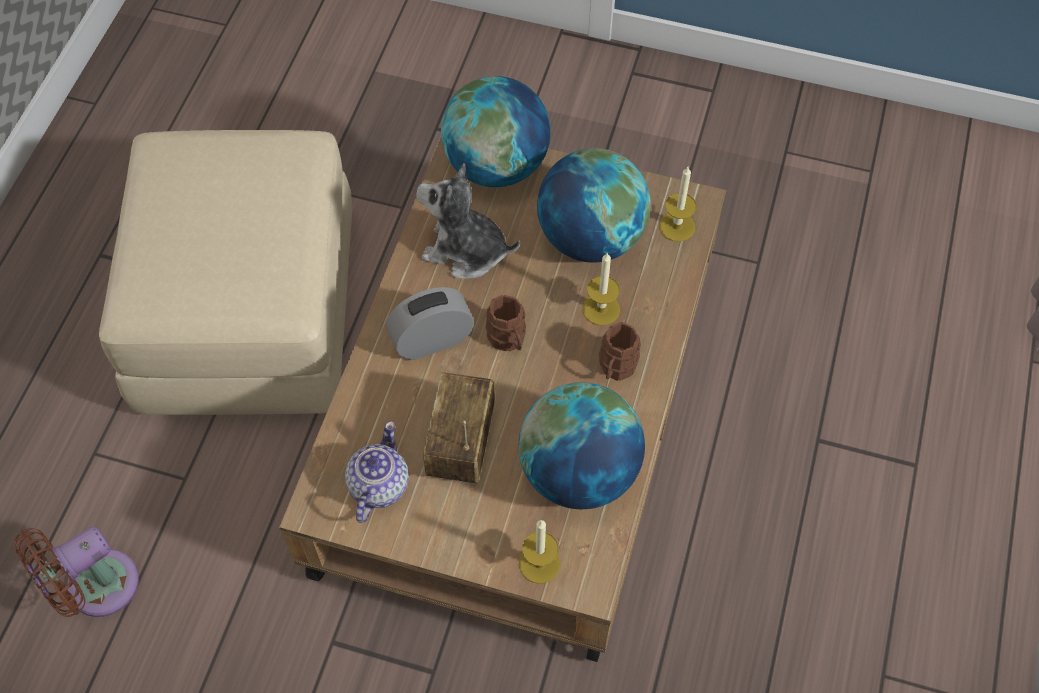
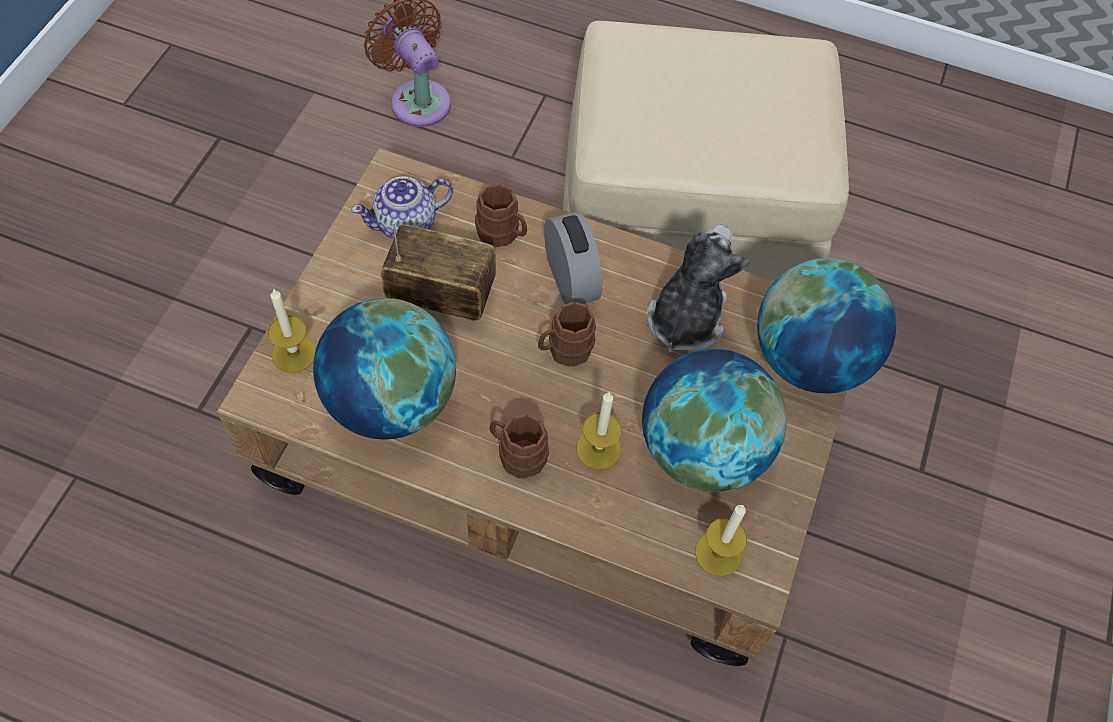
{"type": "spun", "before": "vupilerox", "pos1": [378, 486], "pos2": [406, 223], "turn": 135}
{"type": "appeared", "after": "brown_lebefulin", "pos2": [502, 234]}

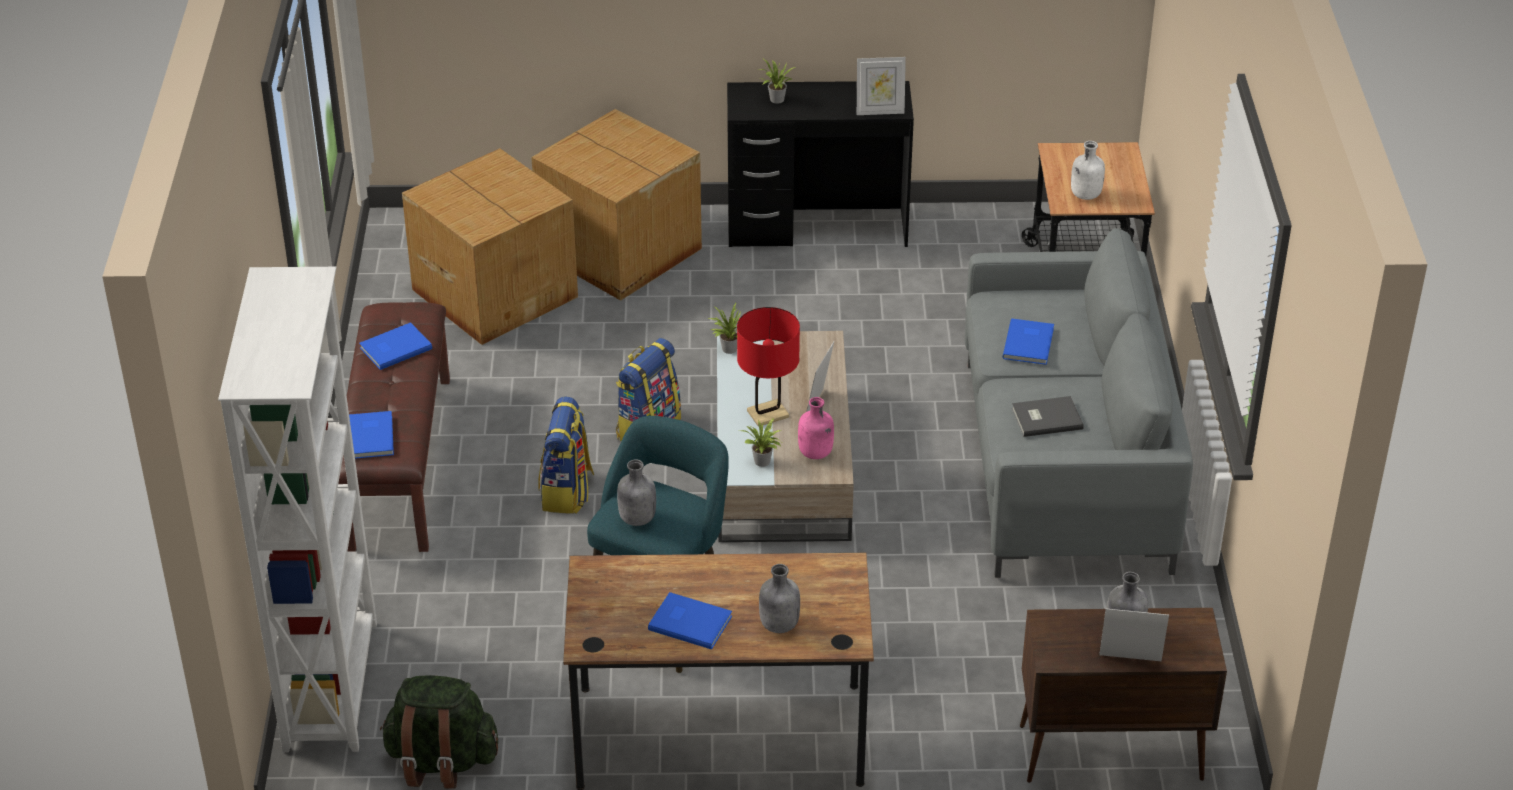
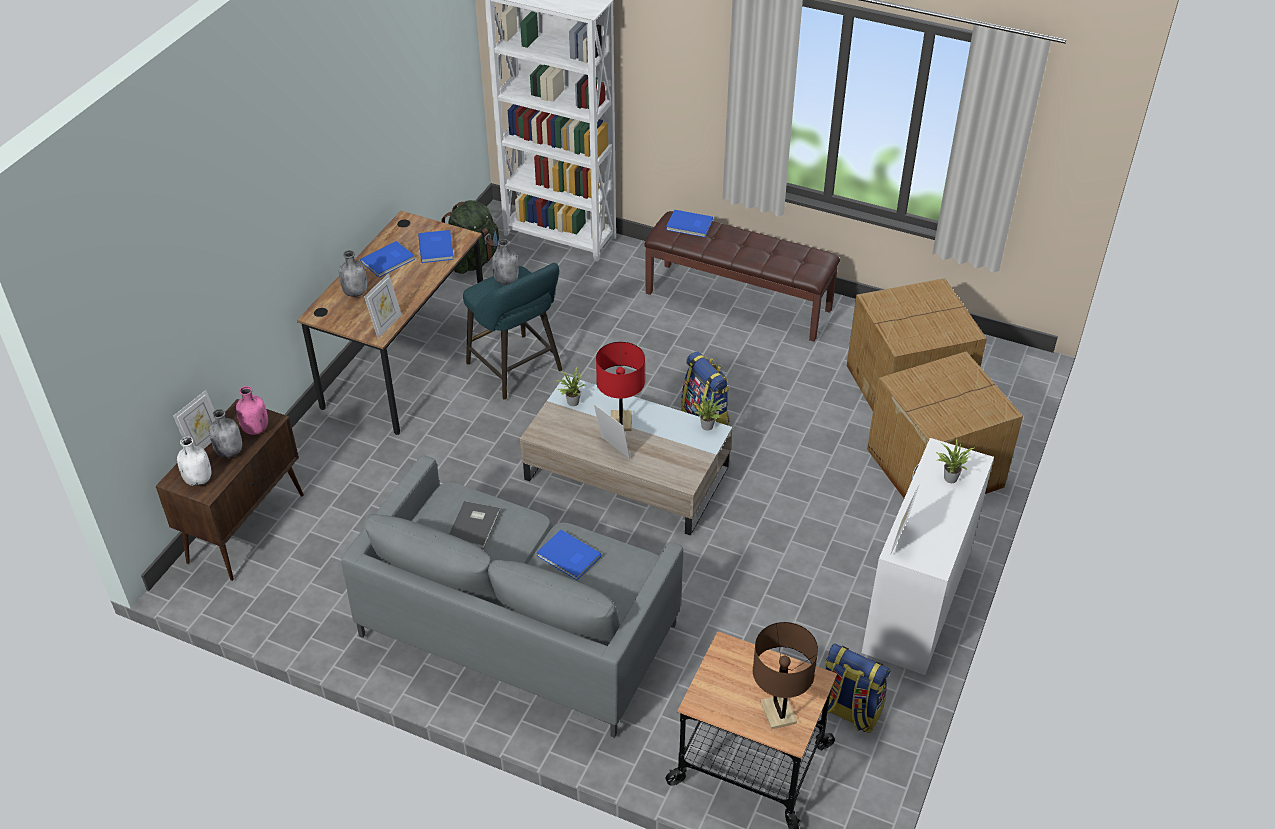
{"type": "relocated", "before": "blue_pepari", "pos1": [394, 348], "pos2": [437, 247]}
{"type": "relocated", "before": "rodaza", "pos1": [567, 492], "pos2": [848, 711]}
{"type": "colour", "before": "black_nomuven", "after": "white_nomuven", "pos1": [817, 227], "pos2": [918, 601]}
{"type": "relocated", "before": "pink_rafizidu", "pos1": [815, 453], "pos2": [255, 429]}
{"type": "relocated", "before": "white_rafizidu", "pos1": [1085, 195], "pos2": [199, 479]}
{"type": "appeared", "after": "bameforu", "pos2": [386, 325]}
{"type": "appeared", "after": "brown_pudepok", "pos2": [778, 712]}

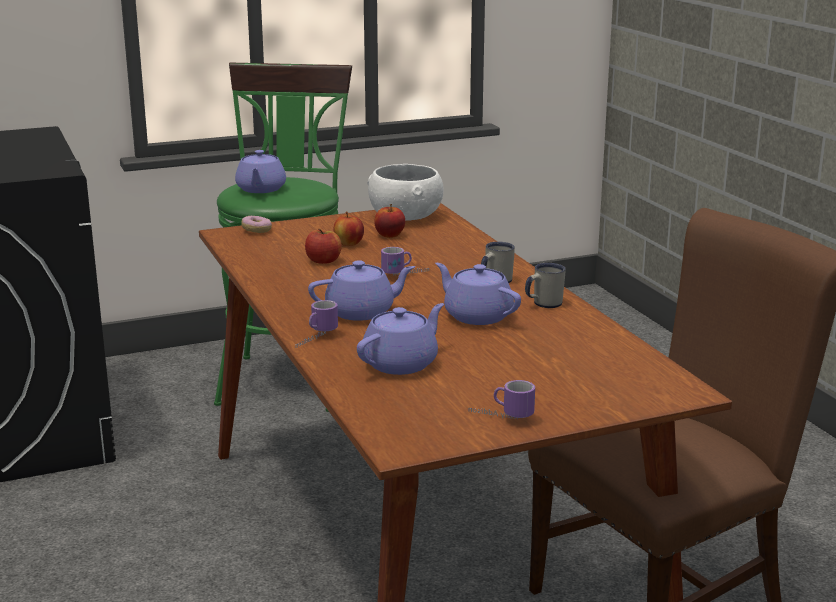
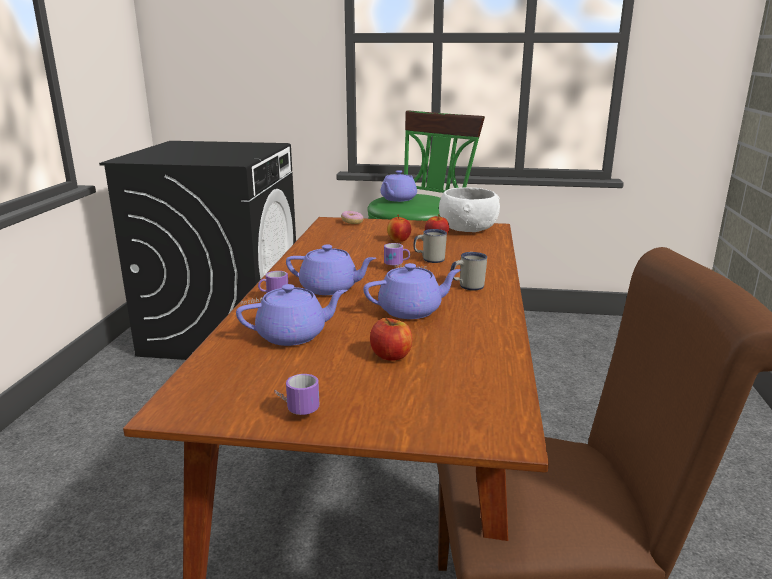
{"type": "relocated", "before": "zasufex", "pos1": [323, 261], "pos2": [391, 356]}
{"type": "spun", "before": "purple_vupilerox", "pos1": [476, 316], "pos2": [411, 310], "turn": 90}
{"type": "relocated", "before": "white_lebefulin", "pos1": [543, 304], "pos2": [429, 259]}

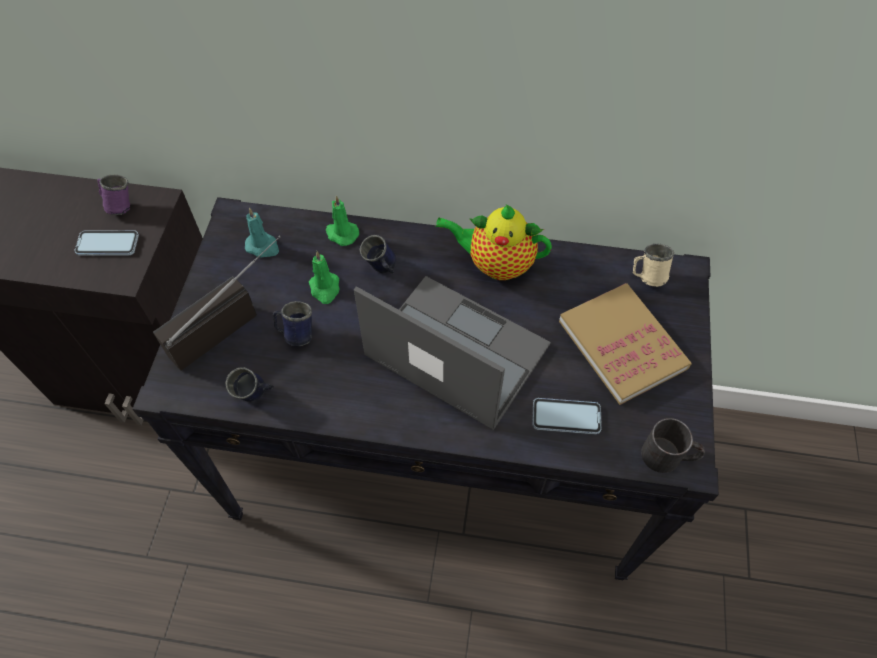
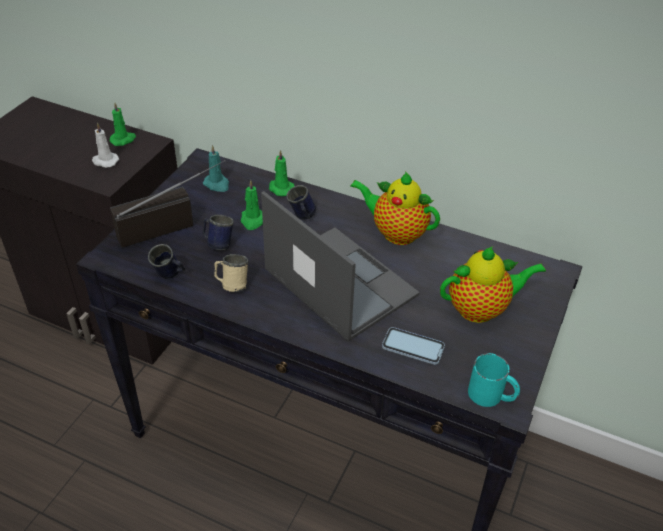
{"type": "exchanged", "before": "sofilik", "after": "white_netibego", "pos1": [107, 244], "pos2": [105, 161]}
{"type": "exchanged", "before": "purple_lebefulin", "after": "green_netibego", "pos1": [118, 205], "pos2": [123, 139]}
{"type": "exchanged", "before": "pepari", "after": "vupilerox", "pos1": [622, 345], "pos2": [481, 309]}
{"type": "relocated", "before": "beige_lebefulin", "pos1": [647, 277], "pos2": [232, 285]}
{"type": "colour", "before": "black_lebefulin", "after": "turquoise_lebefulin", "pos1": [669, 456], "pos2": [492, 396]}

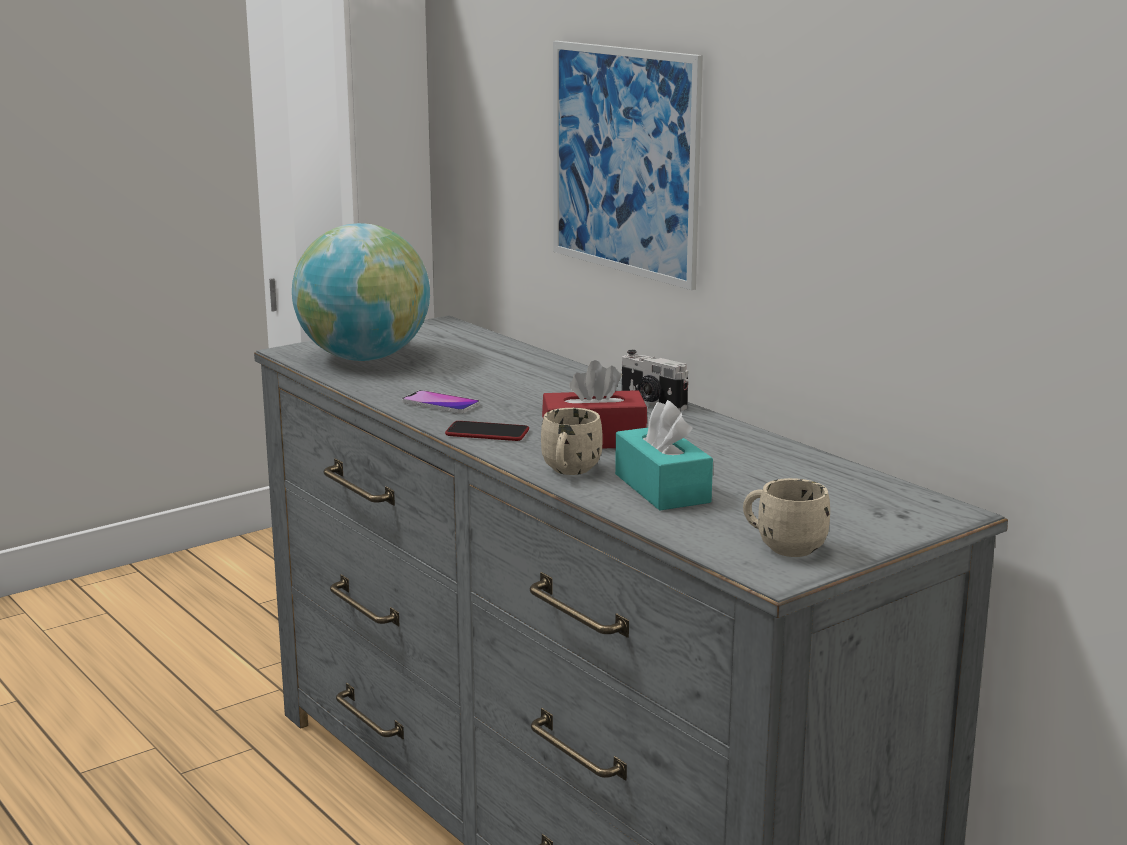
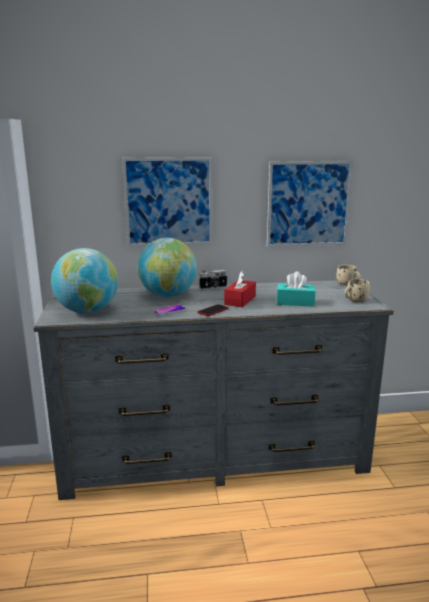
{"type": "relocated", "before": "beige_lebefulin", "pos1": [569, 471], "pos2": [348, 284]}
{"type": "appeared", "after": "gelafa", "pos2": [168, 295]}
{"type": "appeared", "after": "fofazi", "pos2": [308, 204]}

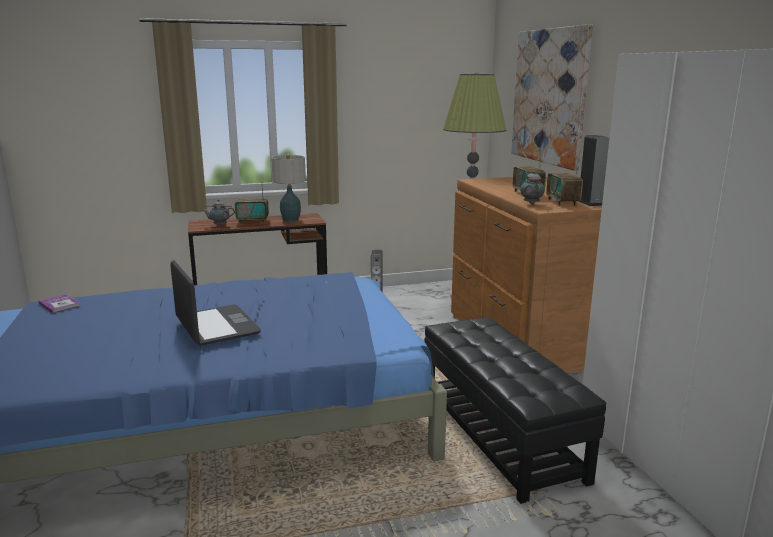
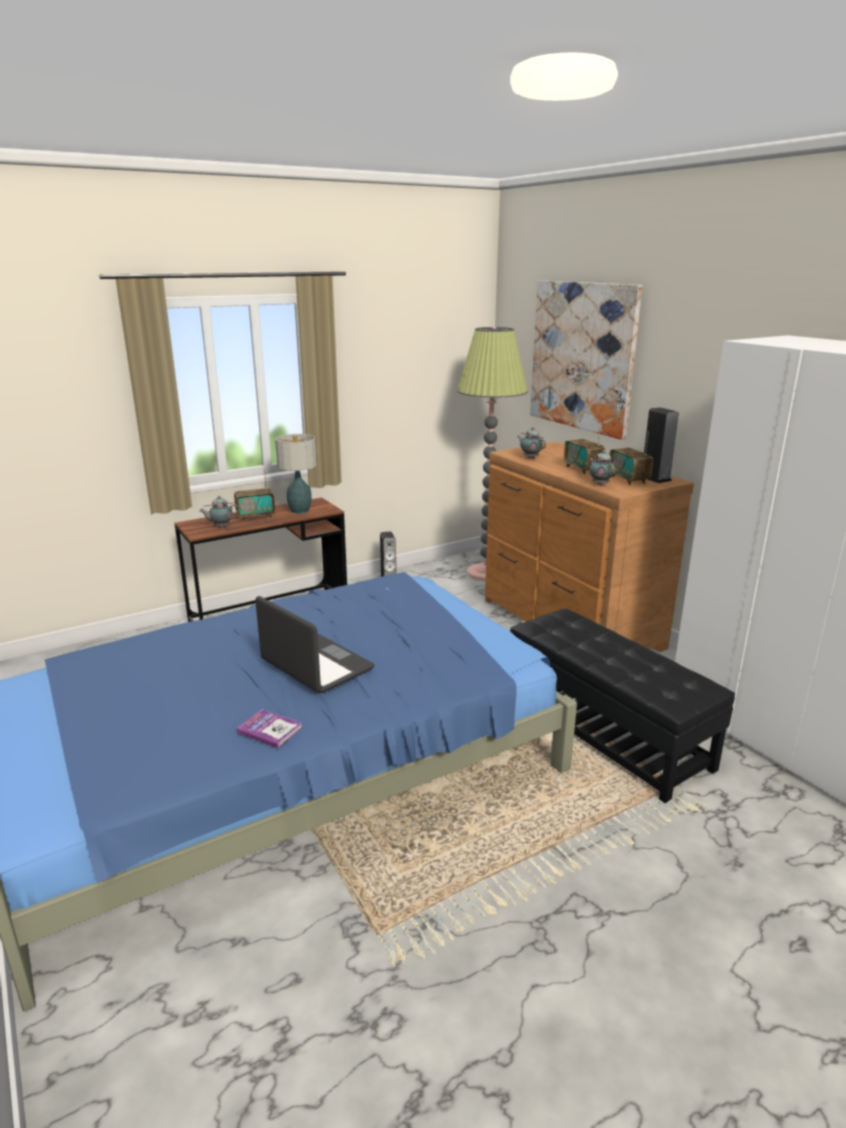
{"type": "relocated", "before": "pepari", "pos1": [59, 305], "pos2": [269, 730]}
{"type": "appeared", "after": "vupilerox", "pos2": [530, 457]}

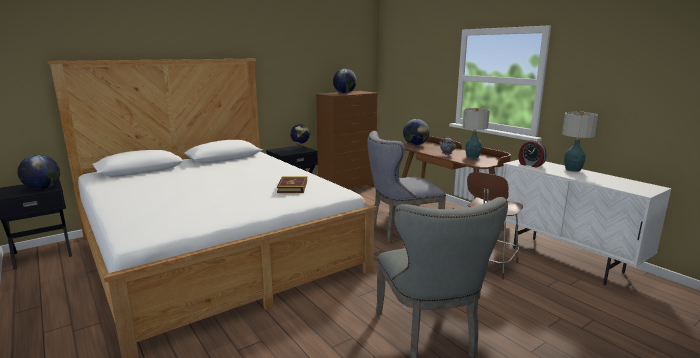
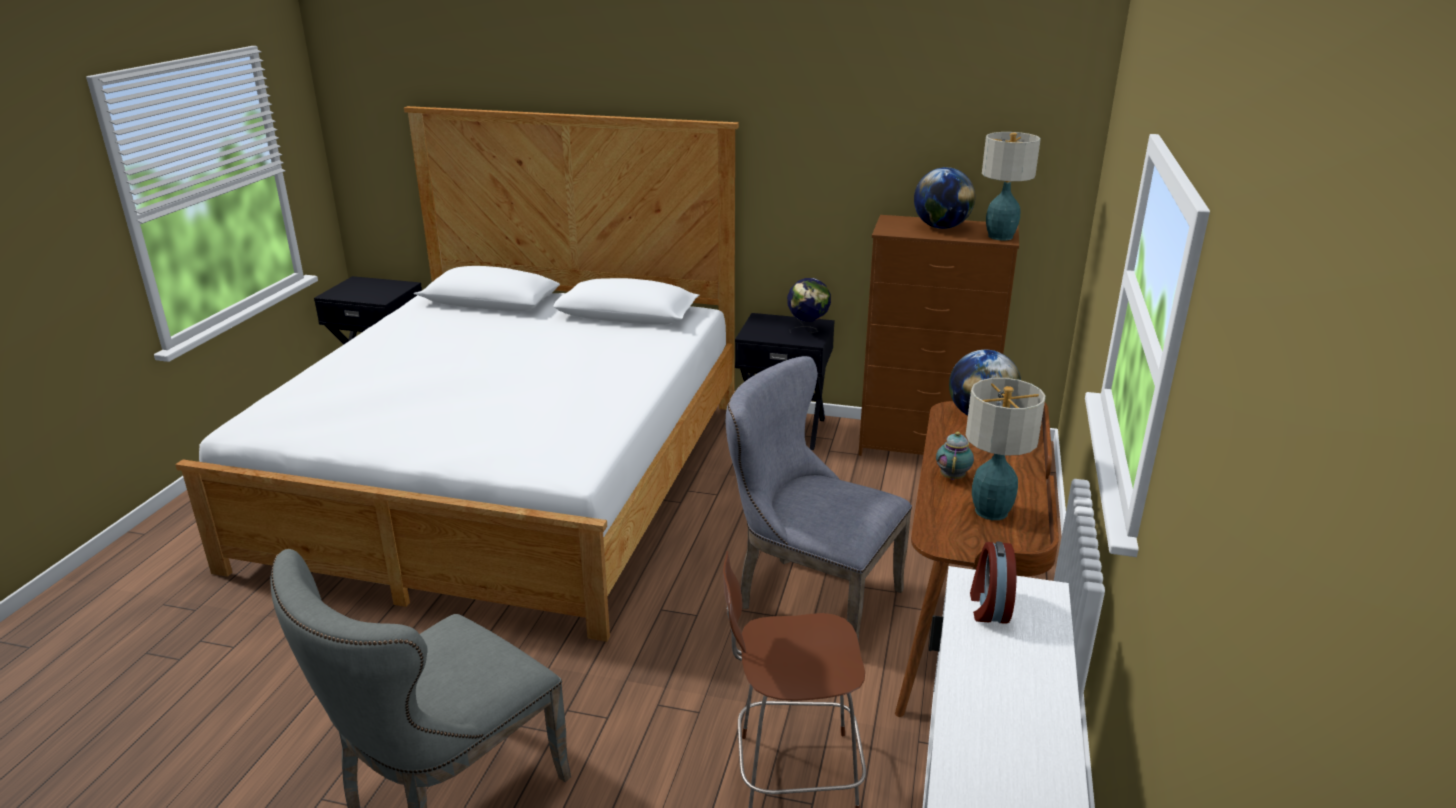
{"type": "missing", "before": "gelafa", "pos1": [42, 188]}
{"type": "missing", "before": "pepari", "pos1": [292, 187]}
{"type": "relocated", "before": "pudepok", "pos1": [572, 170], "pos2": [999, 237]}

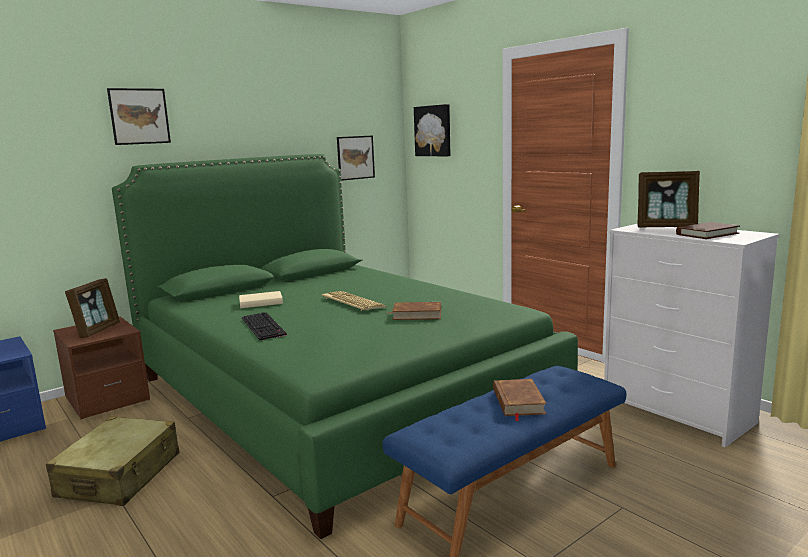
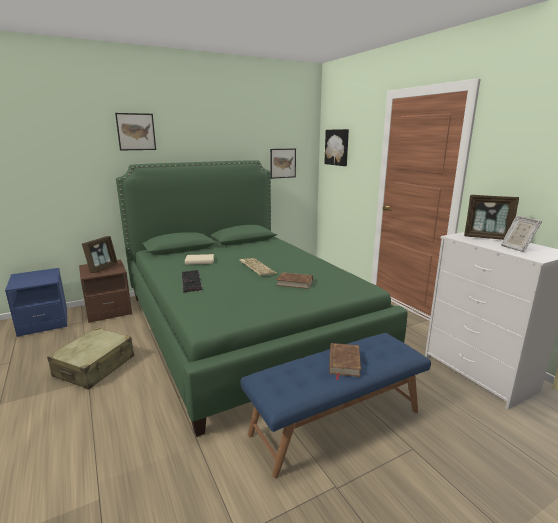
{"type": "exchanged", "before": "brown_pepari", "after": "bameforu", "pos1": [707, 234], "pos2": [516, 248]}

